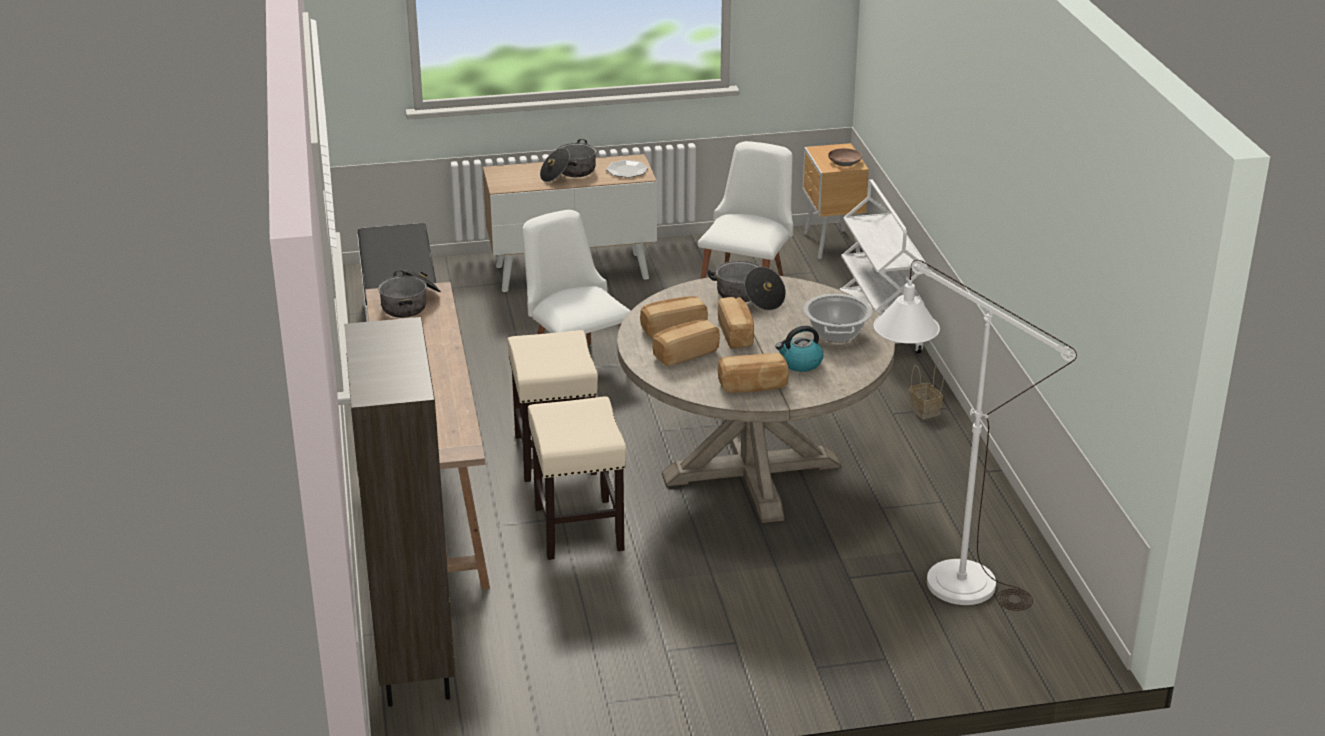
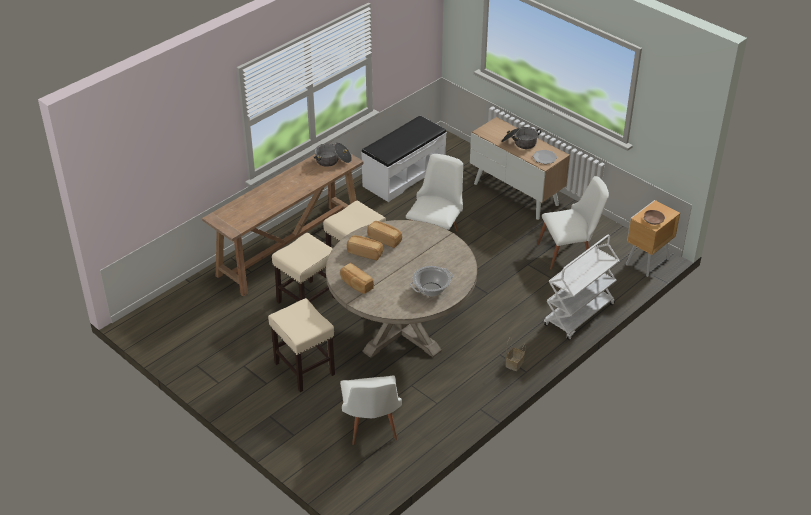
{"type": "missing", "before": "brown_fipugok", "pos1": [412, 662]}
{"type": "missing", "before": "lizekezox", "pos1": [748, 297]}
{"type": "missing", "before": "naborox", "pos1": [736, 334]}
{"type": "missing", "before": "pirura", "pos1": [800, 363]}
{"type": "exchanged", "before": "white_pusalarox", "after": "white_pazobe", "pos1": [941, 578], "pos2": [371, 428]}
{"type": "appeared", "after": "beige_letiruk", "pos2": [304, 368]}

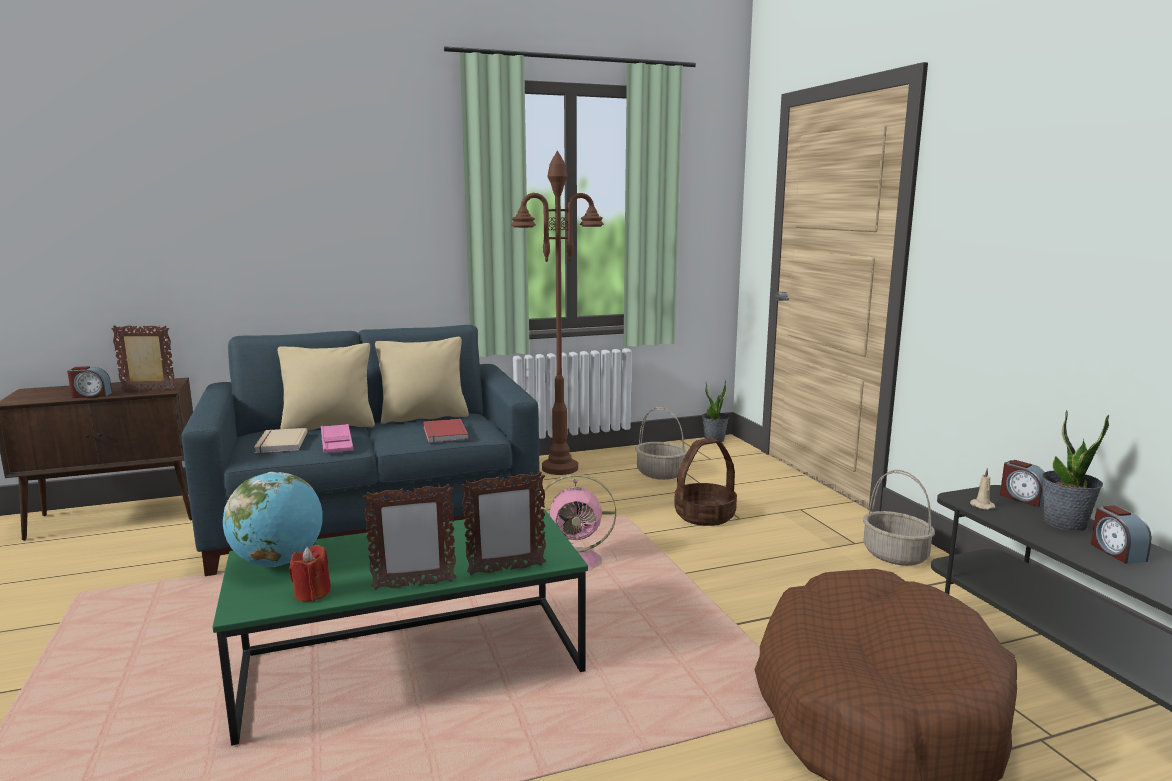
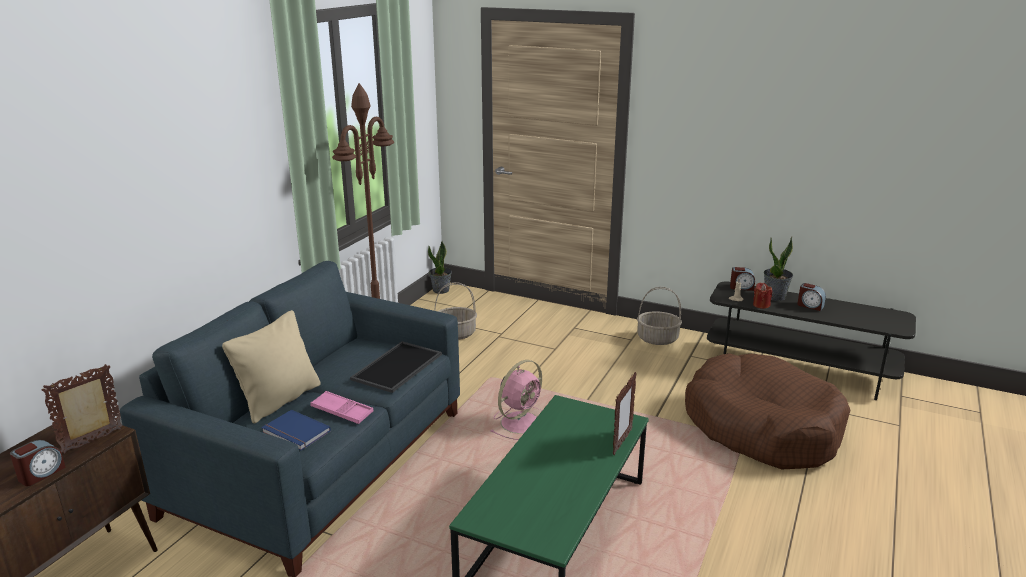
{"type": "missing", "before": "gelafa", "pos1": [279, 562]}
{"type": "colour", "before": "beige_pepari", "after": "blue_pepari", "pos1": [279, 443], "pos2": [295, 433]}
{"type": "relocated", "before": "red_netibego", "pos1": [312, 593], "pos2": [761, 305]}
{"type": "missing", "before": "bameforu", "pos1": [413, 585]}
{"type": "missing", "before": "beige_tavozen", "pos1": [424, 417]}
{"type": "exchanged", "before": "red_pepari", "after": "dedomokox", "pos1": [443, 433], "pos2": [398, 367]}
{"type": "missing", "before": "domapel", "pos1": [704, 516]}

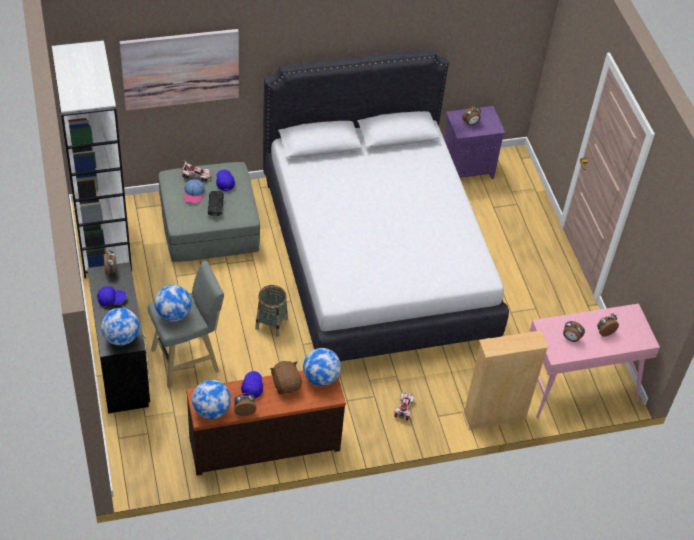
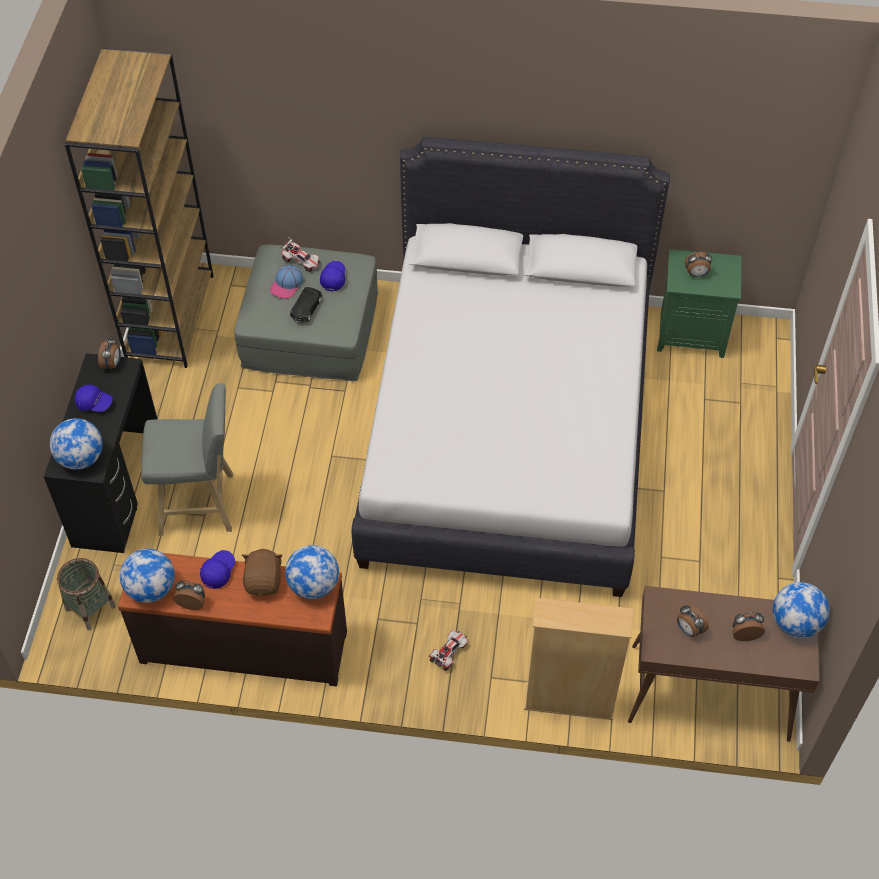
{"type": "colour", "before": "white_fipugok", "after": "brown_fipugok", "pos1": [102, 240], "pos2": [170, 317]}
{"type": "missing", "before": "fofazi", "pos1": [180, 68]}
{"type": "relocated", "before": "gelafa", "pos1": [173, 314], "pos2": [795, 623]}
{"type": "relocated", "before": "domapel", "pos1": [271, 323], "pos2": [90, 607]}
{"type": "colour", "before": "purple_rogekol", "after": "green_rogekol", "pos1": [467, 168], "pos2": [692, 334]}
{"type": "colour", "before": "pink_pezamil", "after": "brown_pezamil", "pos1": [577, 386], "pos2": [708, 693]}

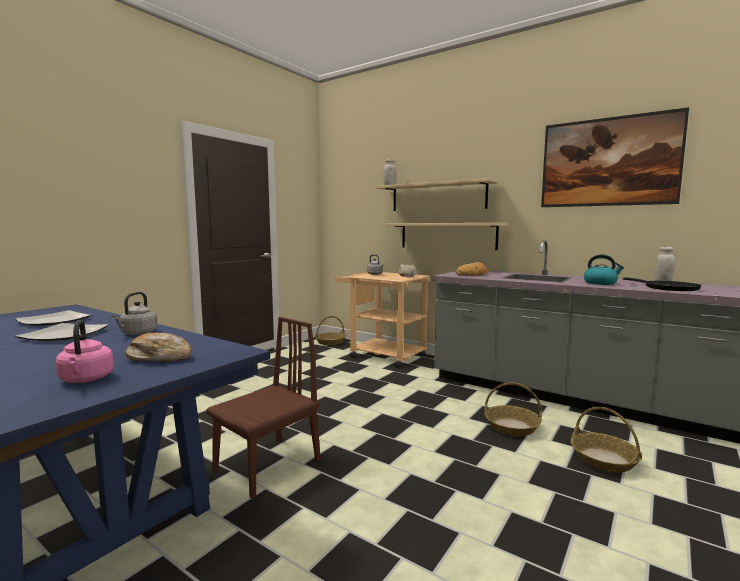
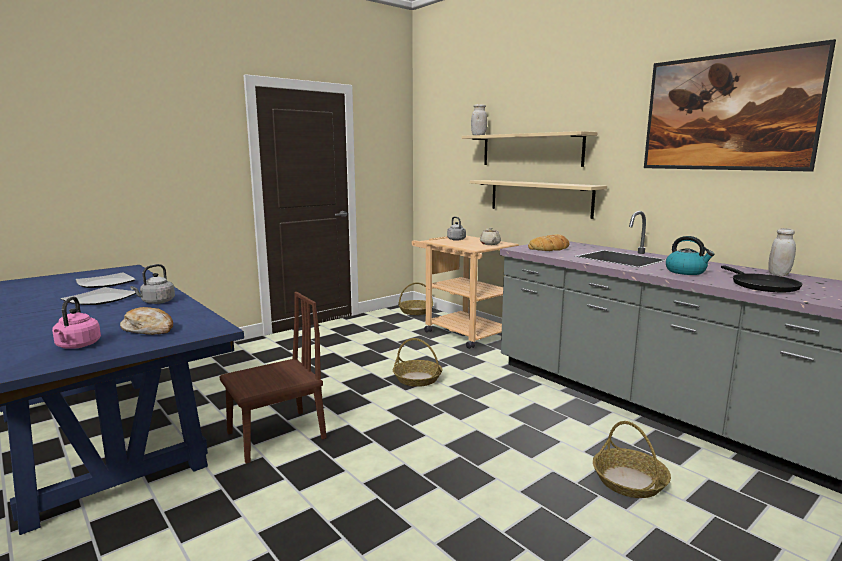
{"type": "relocated", "before": "domapel", "pos1": [512, 427], "pos2": [417, 379]}

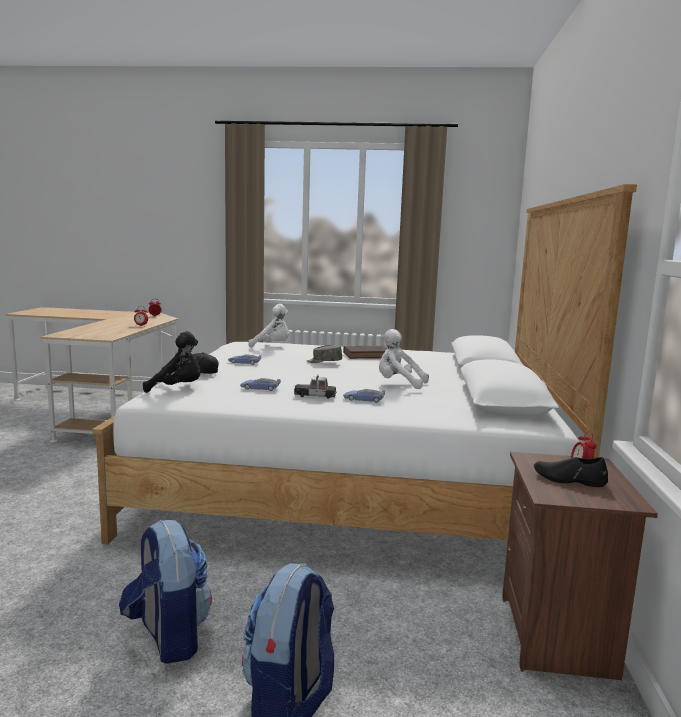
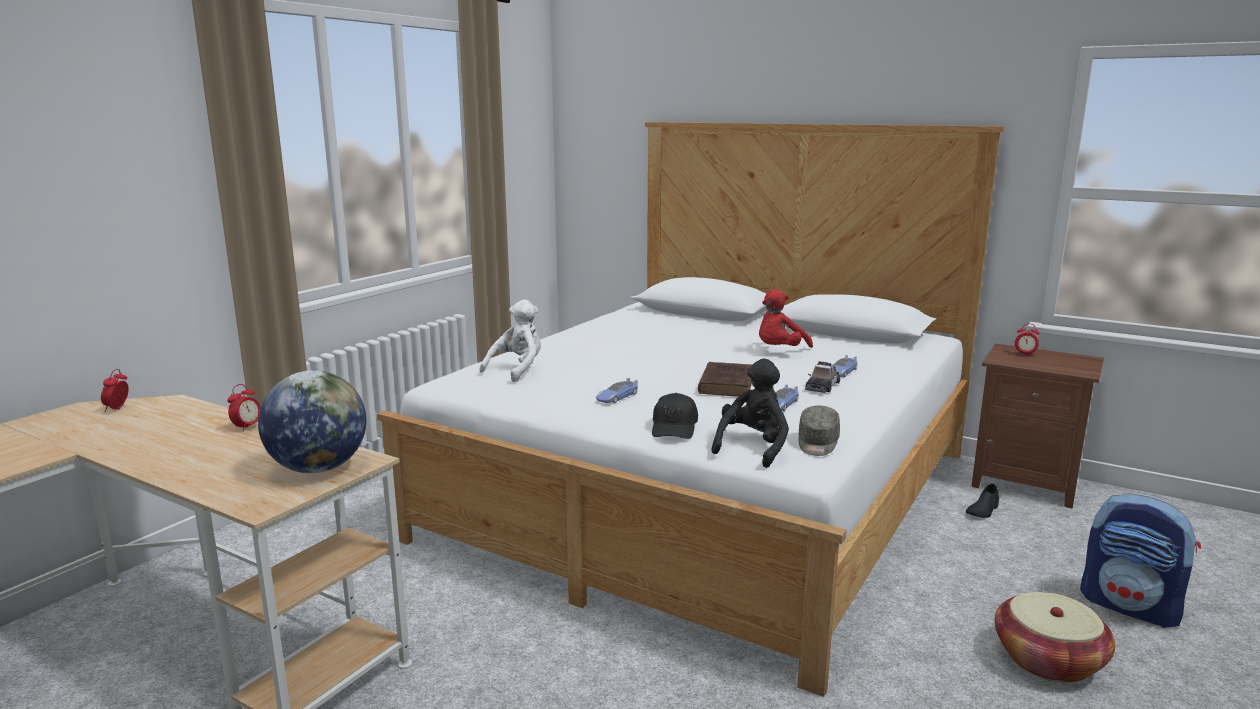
{"type": "exchanged", "before": "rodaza", "after": "domapel", "pos1": [168, 637], "pos2": [1048, 660]}
{"type": "relocated", "before": "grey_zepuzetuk", "pos1": [324, 361], "pos2": [817, 443]}
{"type": "relocated", "before": "brown_pepari", "pos1": [368, 355], "pos2": [726, 383]}
{"type": "colour", "before": "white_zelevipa", "after": "red_zelevipa", "pos1": [398, 384], "pos2": [779, 351]}
{"type": "relocated", "before": "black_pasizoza", "pos1": [569, 479], "pos2": [983, 510]}
{"type": "appeared", "after": "gelafa", "pos2": [318, 468]}

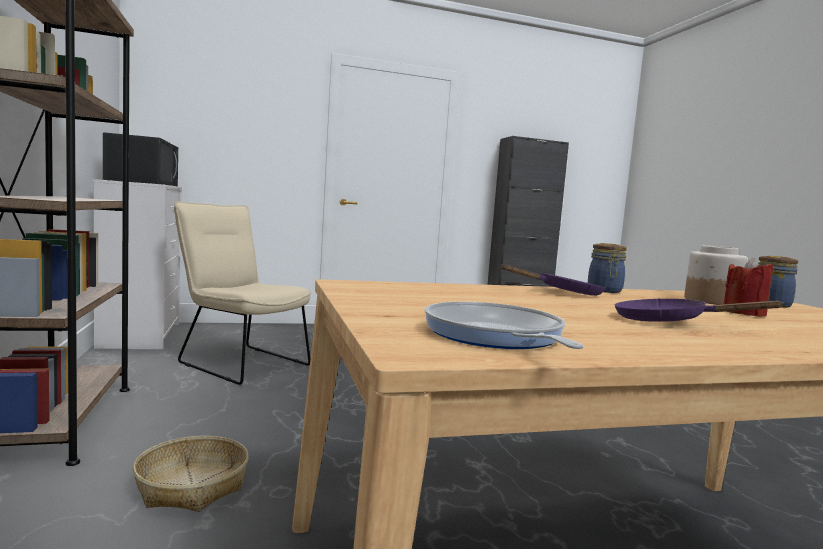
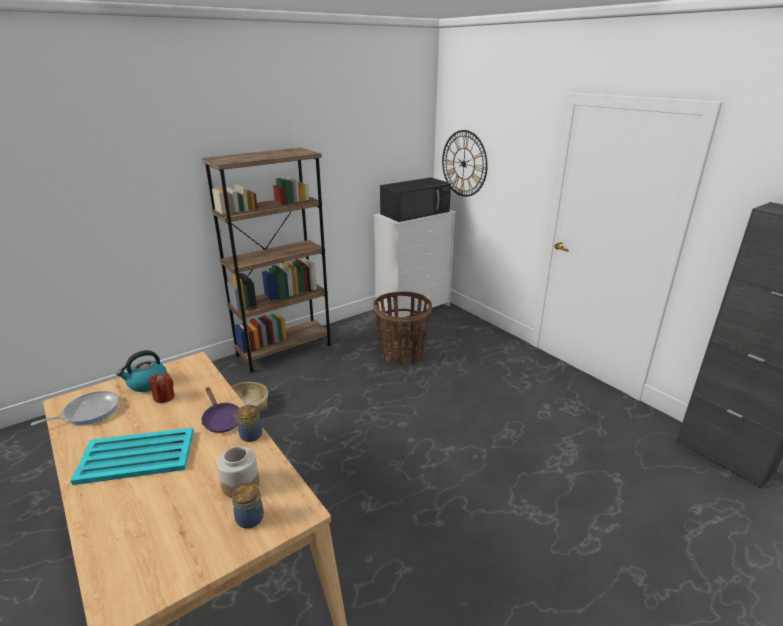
{"type": "exchanged", "before": "beige_pazobe", "after": "domapel", "pos1": [239, 362], "pos2": [402, 353]}
{"type": "exchanged", "before": "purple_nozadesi", "after": "turquoise_dedomokox", "pos1": [668, 322], "pos2": [138, 456]}
{"type": "relocated", "before": "red_netibego", "pos1": [744, 313], "pos2": [164, 397]}
{"type": "appeared", "after": "pirura", "pos2": [147, 383]}
{"type": "appeared", "after": "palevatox", "pos2": [464, 164]}

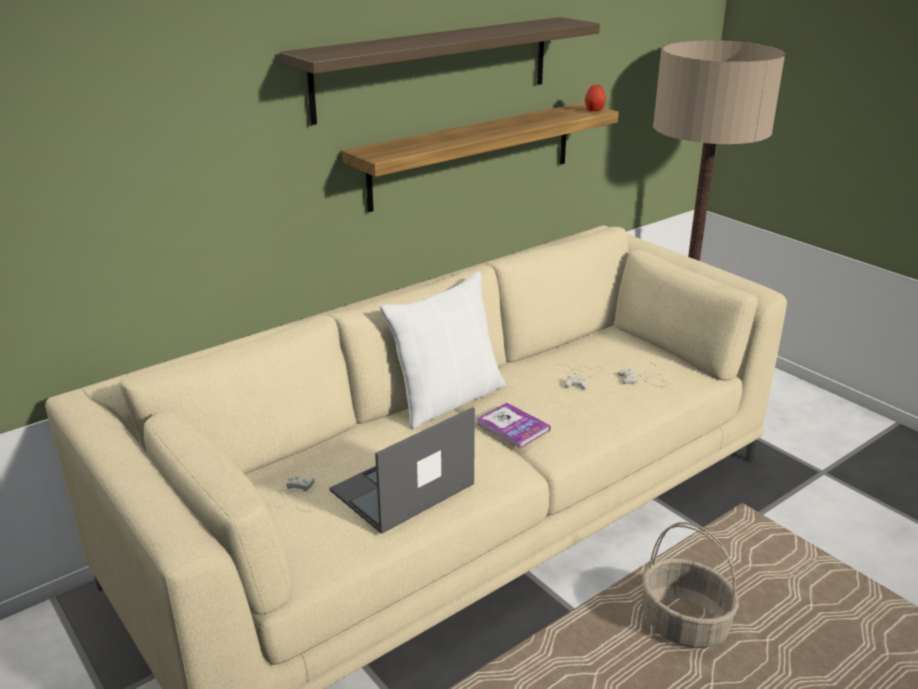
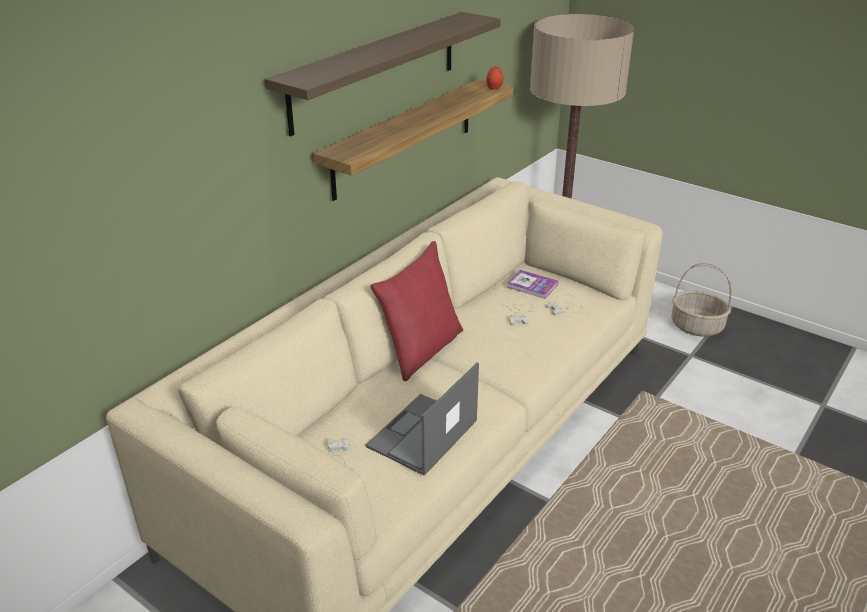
{"type": "colour", "before": "white_tavozen", "after": "red_tavozen", "pos1": [447, 399], "pos2": [421, 349]}
{"type": "relocated", "before": "pepari", "pos1": [512, 427], "pos2": [532, 285]}
{"type": "relocated", "before": "domapel", "pos1": [685, 624], "pos2": [697, 326]}

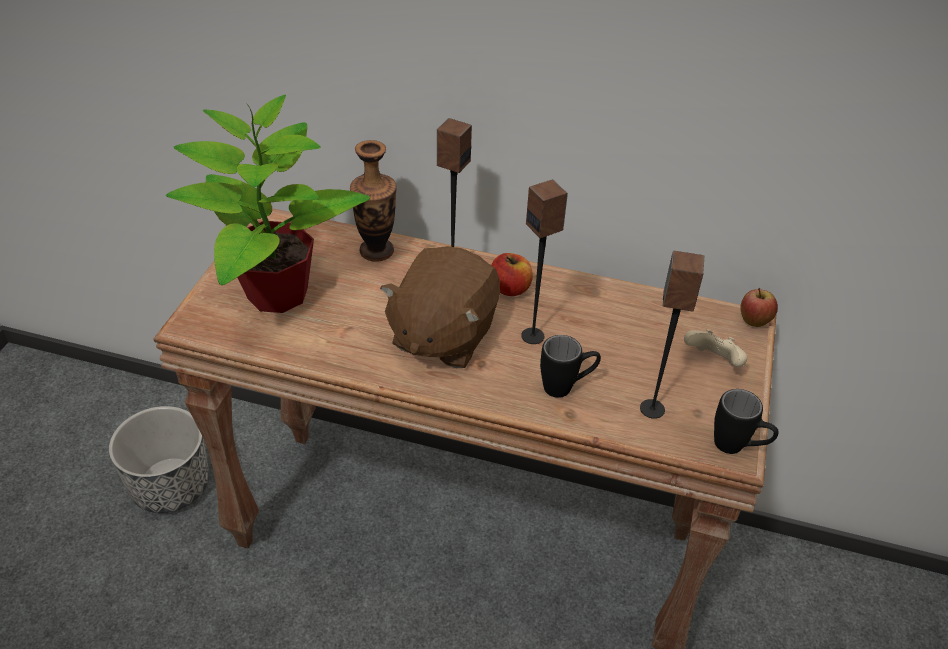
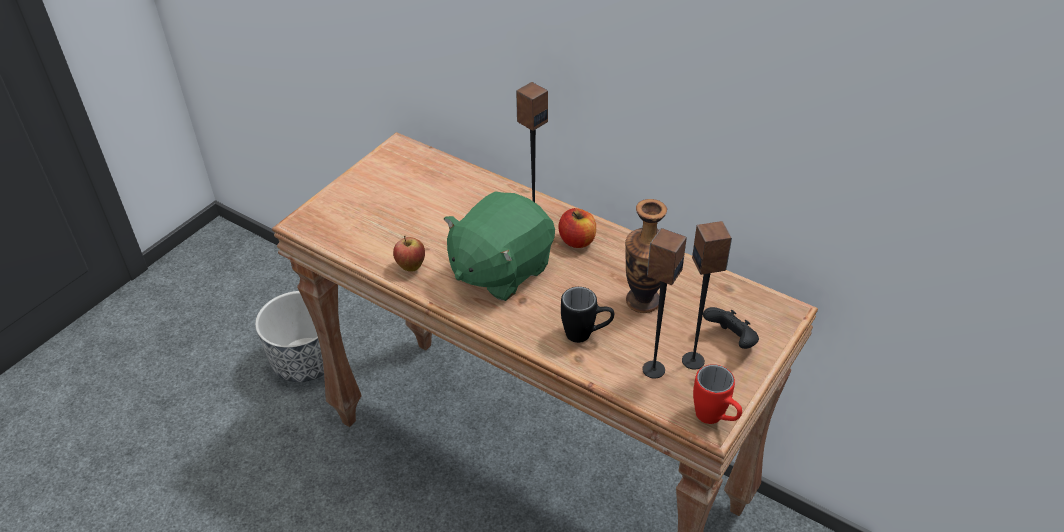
{"type": "missing", "before": "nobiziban", "pos1": [275, 293]}
{"type": "relocated", "before": "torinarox", "pos1": [376, 251], "pos2": [643, 301]}
{"type": "colour", "before": "brown_zelevipa", "after": "green_zelevipa", "pos1": [442, 335], "pos2": [500, 270]}
{"type": "relocated", "before": "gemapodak", "pos1": [533, 336], "pos2": [693, 360]}
{"type": "colour", "before": "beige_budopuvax", "after": "black_budopuvax", "pos1": [713, 362], "pos2": [731, 340]}
{"type": "colour", "before": "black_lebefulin", "after": "red_lebefulin", "pos1": [737, 448], "pos2": [715, 419]}
{"type": "relocated", "before": "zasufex", "pos1": [753, 322], "pos2": [411, 267]}

